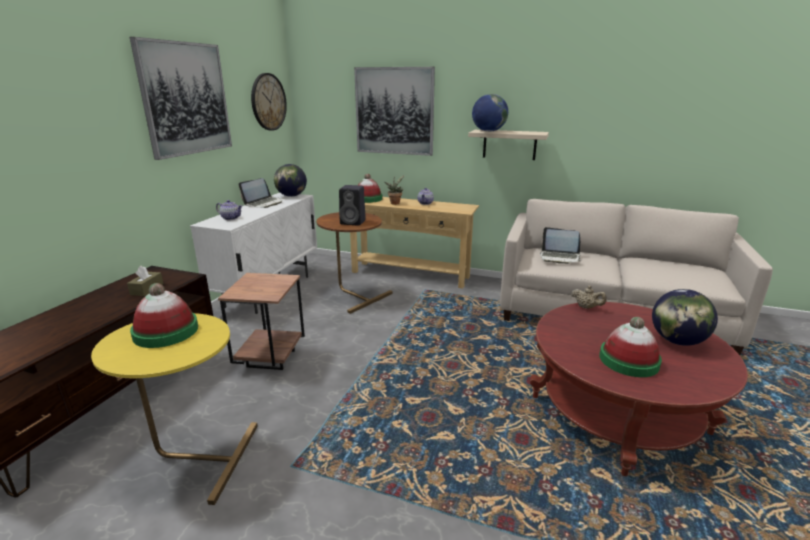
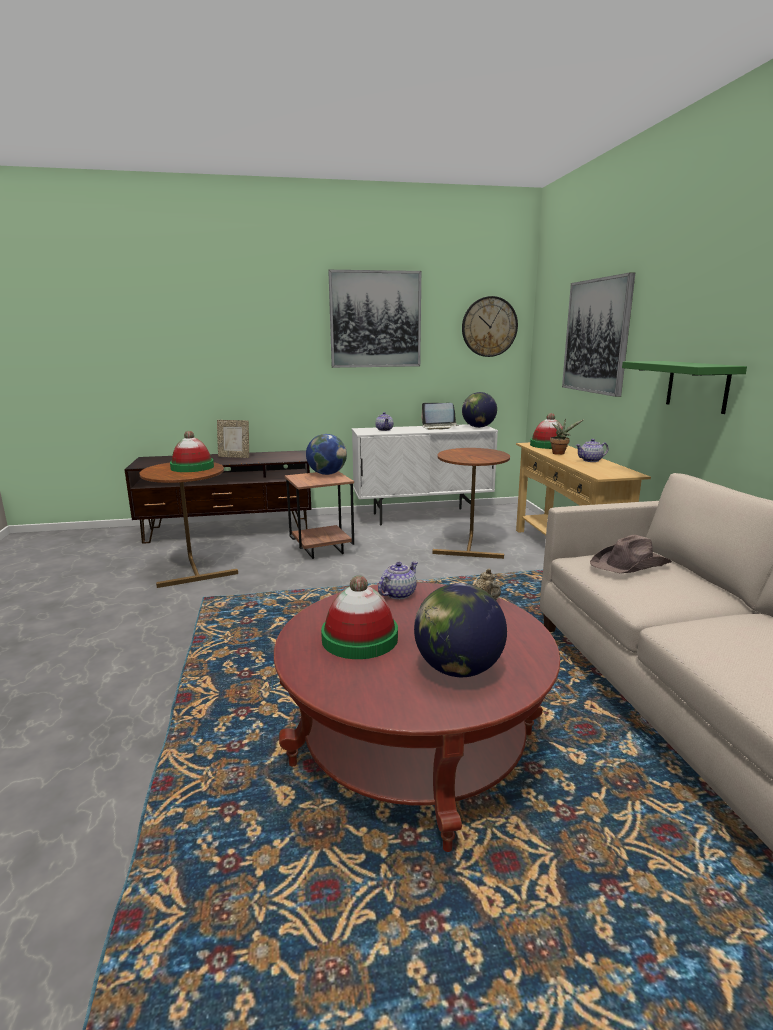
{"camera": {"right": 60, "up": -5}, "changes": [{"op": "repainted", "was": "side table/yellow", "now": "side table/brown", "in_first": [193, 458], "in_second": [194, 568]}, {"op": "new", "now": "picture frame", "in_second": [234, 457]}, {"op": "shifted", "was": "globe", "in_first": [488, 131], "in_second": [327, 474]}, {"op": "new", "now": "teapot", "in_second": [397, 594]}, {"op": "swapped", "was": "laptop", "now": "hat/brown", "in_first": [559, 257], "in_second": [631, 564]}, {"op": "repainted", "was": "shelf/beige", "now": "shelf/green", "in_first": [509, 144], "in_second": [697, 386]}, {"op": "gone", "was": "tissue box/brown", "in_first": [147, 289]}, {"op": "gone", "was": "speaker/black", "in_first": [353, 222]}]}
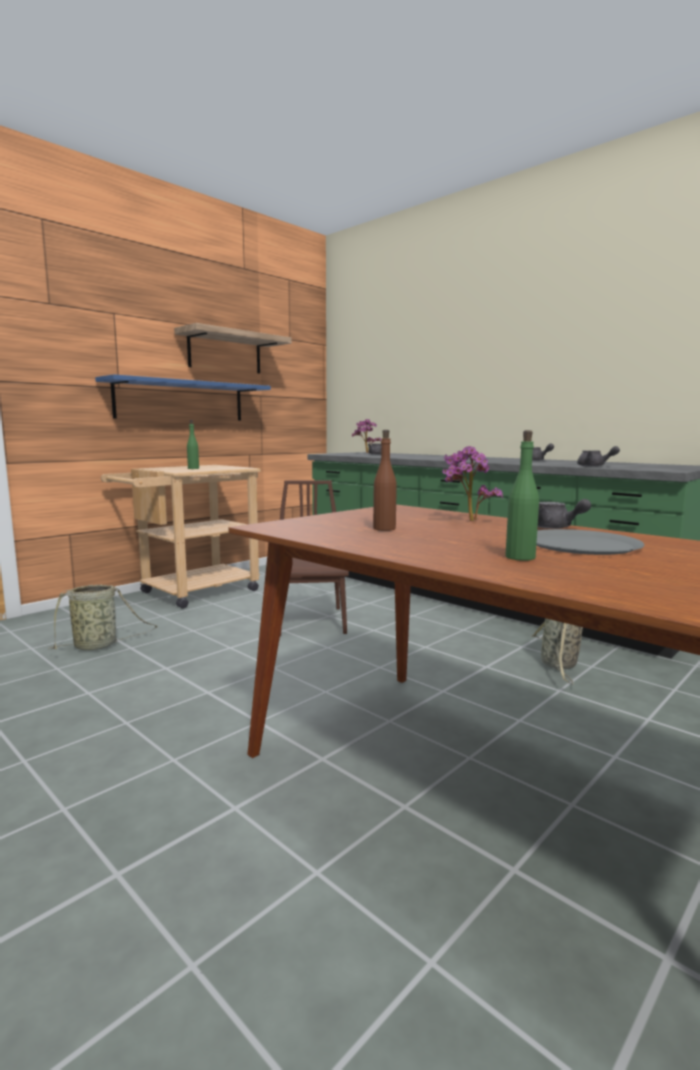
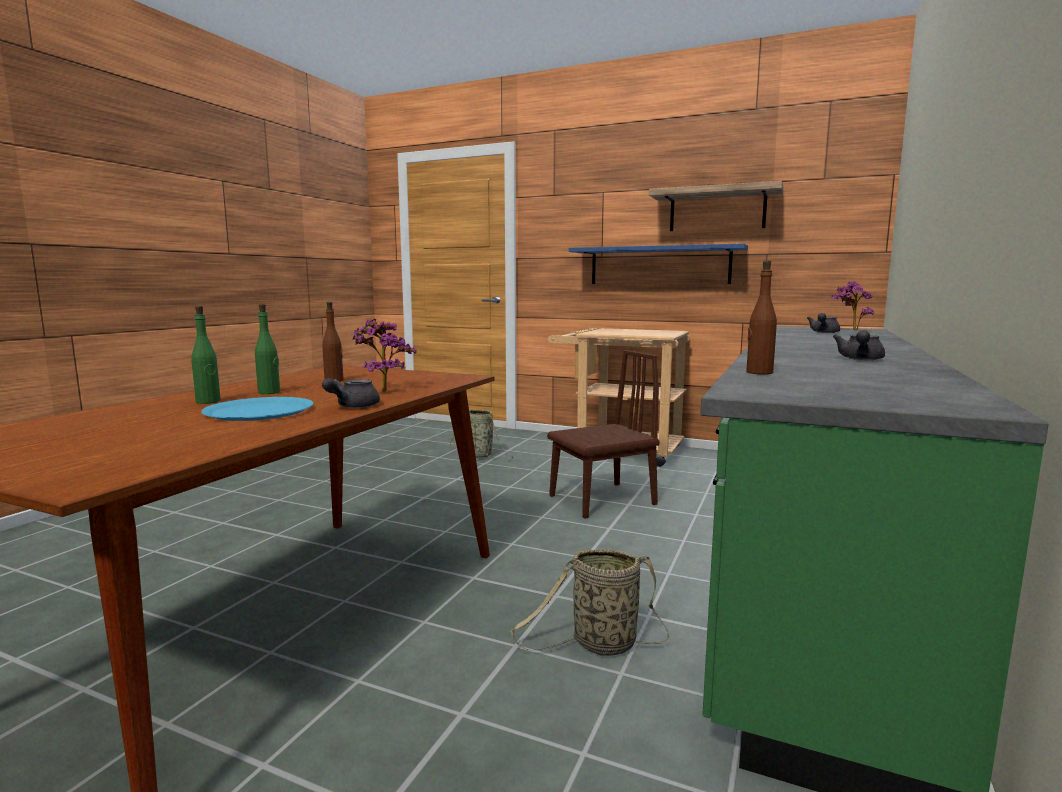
{"camera": {"right": 70, "up": 0}, "changes": [{"op": "repainted", "was": "plate/grey", "now": "plate/blue", "in_first": [580, 544], "in_second": [259, 411]}, {"op": "shifted", "was": "bottle/green", "in_first": [193, 468], "in_second": [269, 392]}, {"op": "swapped", "was": "teapot/grey", "now": "bottle/brown", "in_first": [594, 466], "in_second": [759, 372]}]}
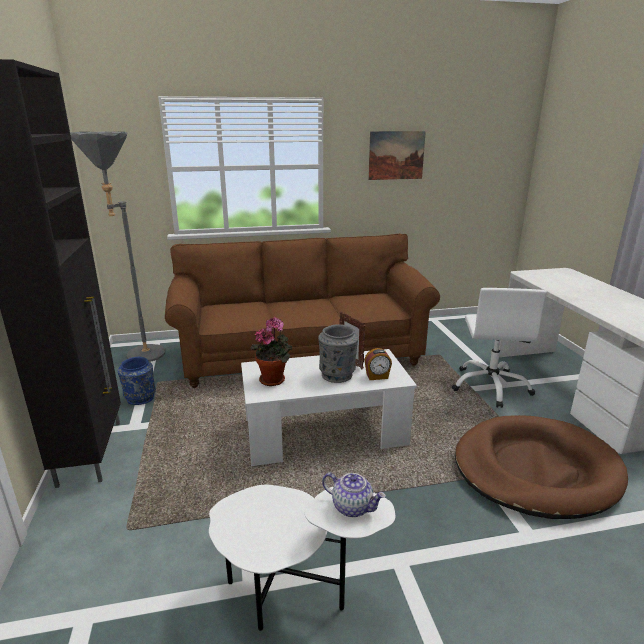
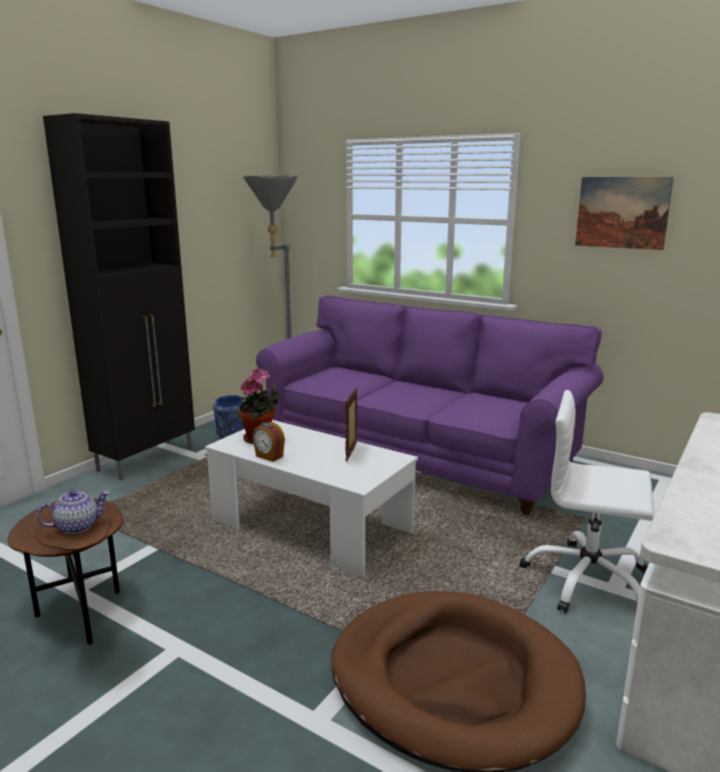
{"camera": {"right": 45, "up": -5}, "changes": [{"op": "repainted", "was": "side table/white", "now": "side table/brown", "in_first": [291, 596], "in_second": [82, 613]}, {"op": "rotated", "was": "teapot", "in_first": [353, 507], "in_second": [77, 526], "clockwise": -105}, {"op": "shifted", "was": "alarm clock", "in_first": [377, 376], "in_second": [269, 456]}, {"op": "repainted", "was": "sofa/brown", "now": "sofa/purple", "in_first": [301, 355], "in_second": [419, 456]}, {"op": "rotated", "was": "office chair/white", "in_first": [490, 386], "in_second": [587, 580], "clockwise": 60}, {"op": "gone", "was": "vase/grey", "in_first": [337, 375]}]}
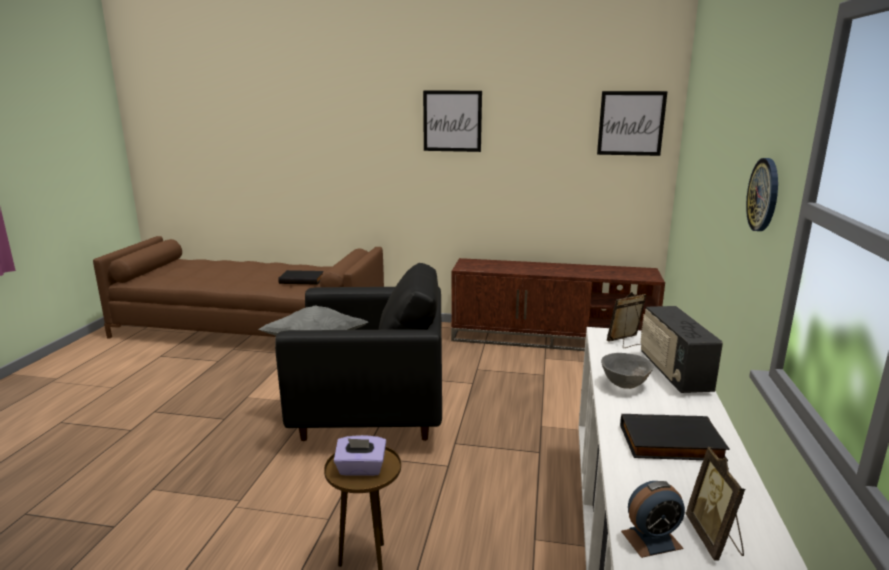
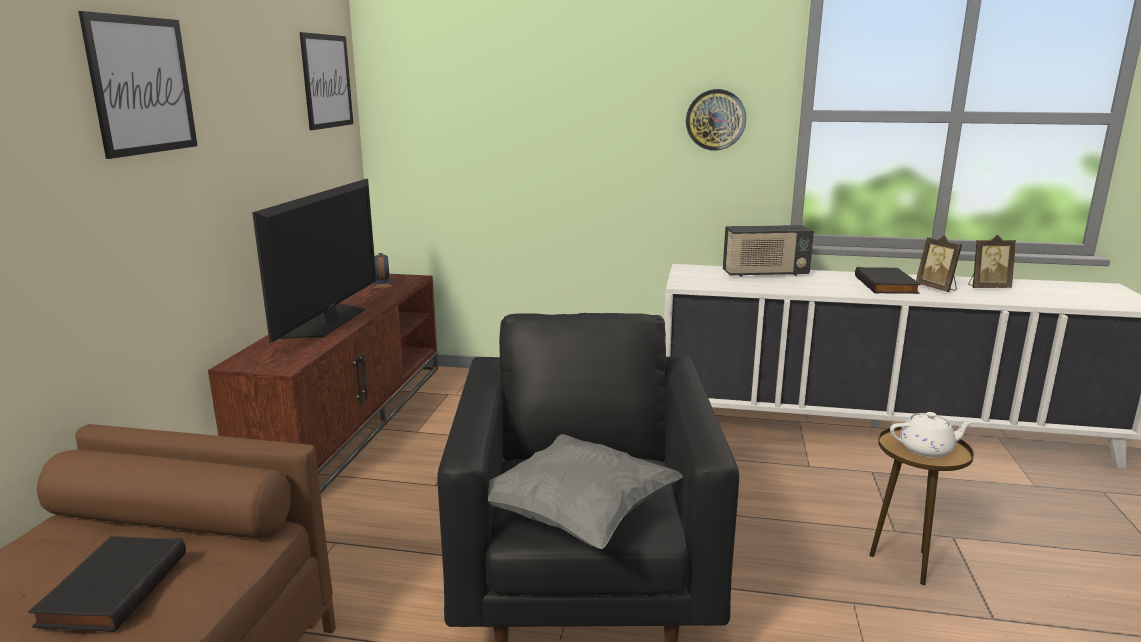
{"camera": {"right": -90, "up": 0}, "changes": [{"op": "new", "now": "television", "in_second": [328, 321]}, {"op": "shifted", "was": "alarm clock", "in_first": [651, 539], "in_second": [382, 284]}, {"op": "swapped", "was": "tissue box/purple", "now": "teapot/white", "in_first": [361, 469], "in_second": [927, 449]}, {"op": "shifted", "was": "picture frame", "in_first": [627, 342], "in_second": [937, 288]}, {"op": "gone", "was": "bowl/grey", "in_first": [624, 385]}]}
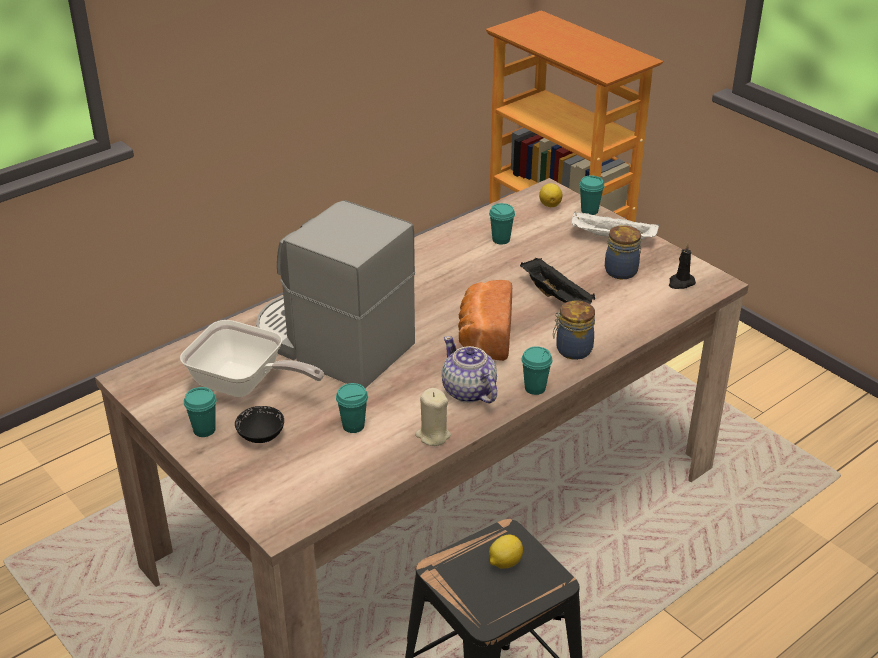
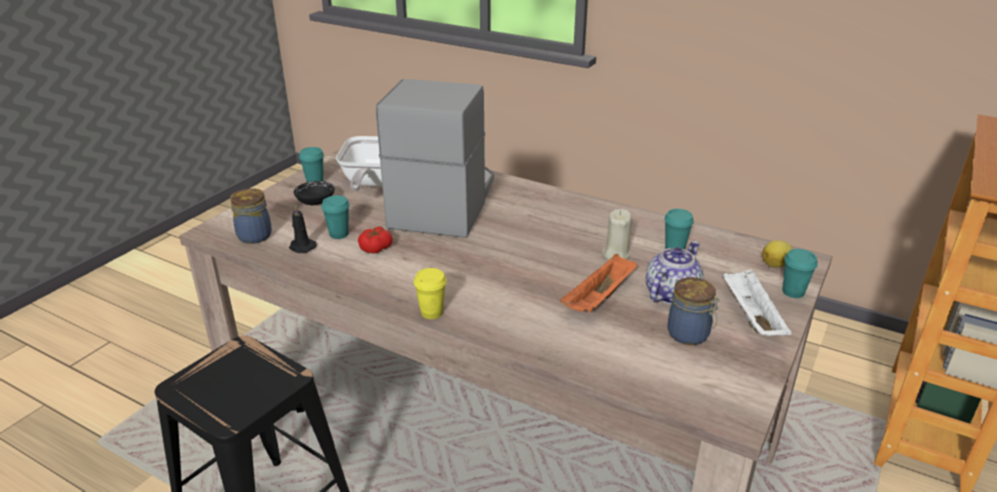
{"camera": {"right": 70, "up": -5}, "changes": [{"op": "shifted", "was": "jar", "in_first": [572, 350], "in_second": [254, 235]}, {"op": "shifted", "was": "candle/black", "in_first": [681, 283], "in_second": [301, 247]}, {"op": "new", "now": "tomato", "in_second": [376, 248]}, {"op": "repainted", "was": "cup/turquoise", "now": "cup/yellow", "in_first": [535, 388], "in_second": [431, 313]}, {"op": "repainted", "was": "tray/black", "now": "tray/orange", "in_first": [557, 297], "in_second": [599, 299]}, {"op": "shifted", "was": "candle/beige", "in_first": [433, 435], "in_second": [616, 254]}, {"op": "shifted", "was": "teapot", "in_first": [468, 391], "in_second": [670, 294]}, {"op": "gone", "was": "bread", "in_first": [484, 337]}, {"op": "gone", "was": "lemon", "in_first": [504, 562]}]}
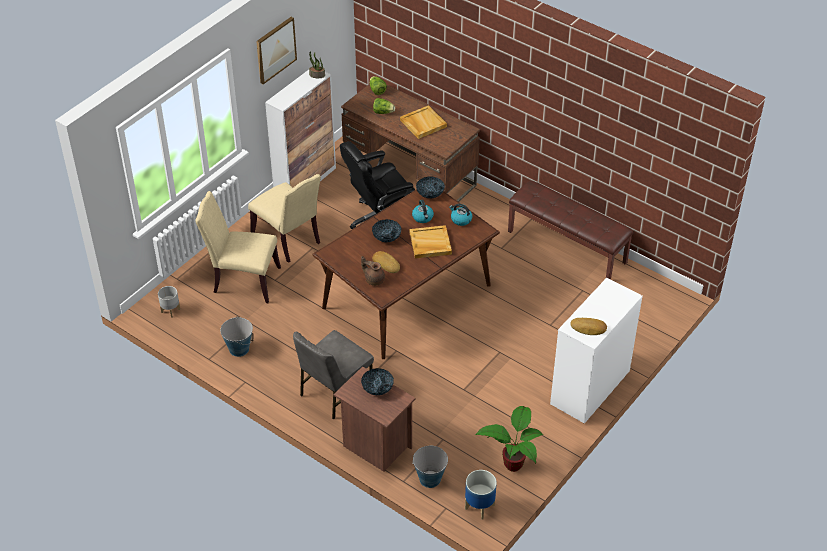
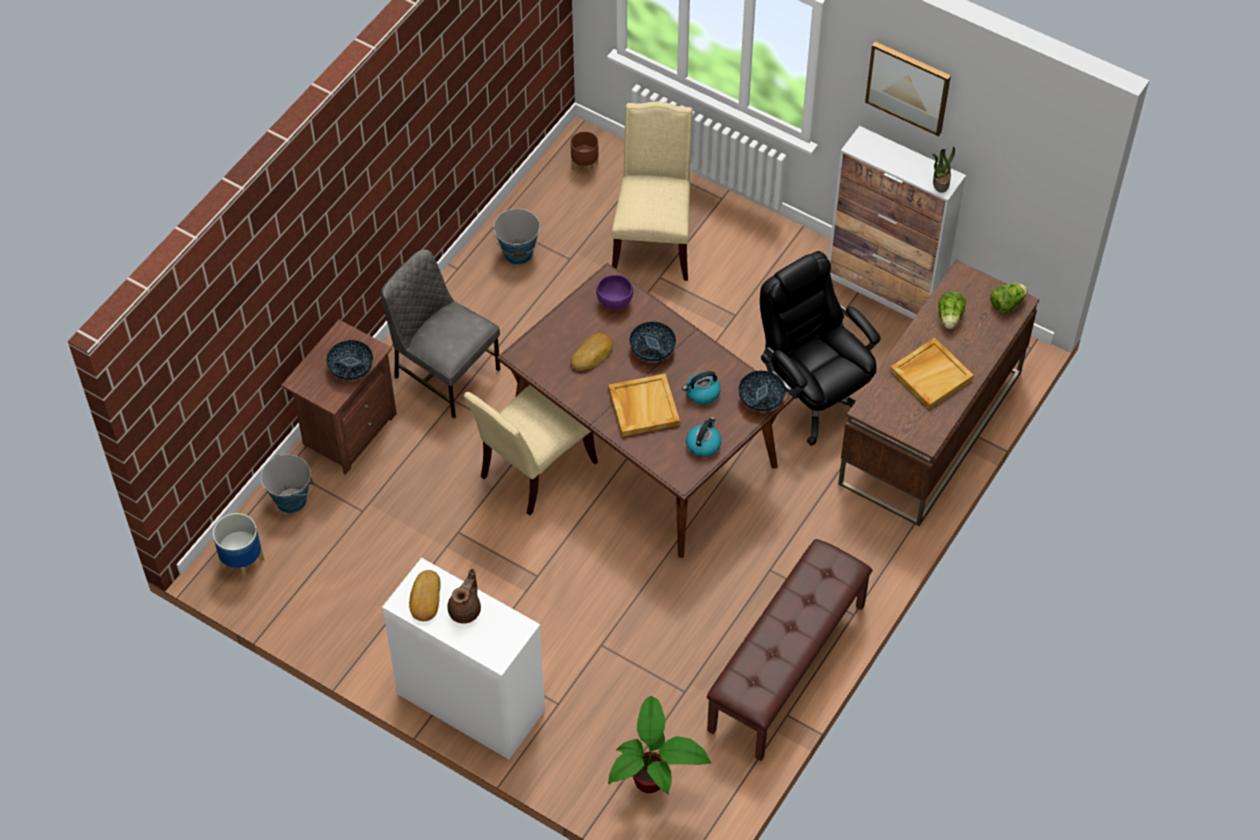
{"camera": {"right": 85, "up": 10}, "changes": [{"op": "shifted", "was": "teapot/brown", "in_first": [374, 279], "in_second": [466, 609]}, {"op": "shifted", "was": "chair/beige", "in_first": [289, 240], "in_second": [533, 471]}, {"op": "repainted", "was": "planter/grey", "now": "planter/brown", "in_first": [170, 310], "in_second": [585, 166]}, {"op": "new", "now": "bowl/purple", "in_second": [615, 302]}, {"op": "shifted", "was": "potted plant", "in_first": [513, 463], "in_second": [654, 782]}]}
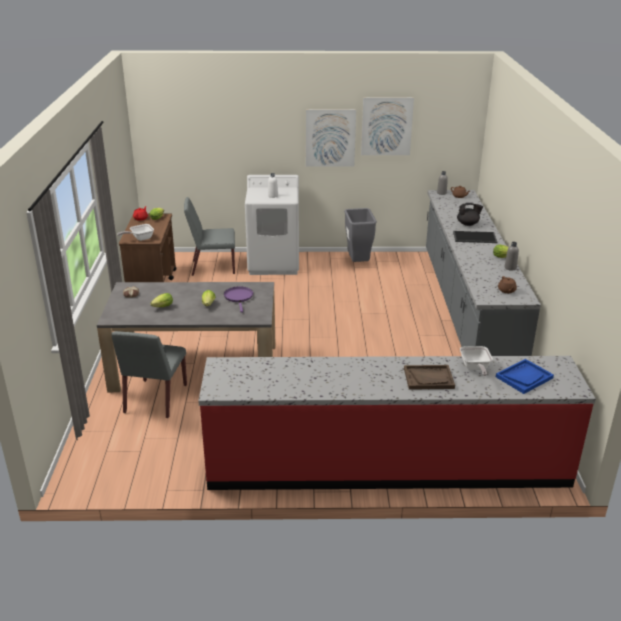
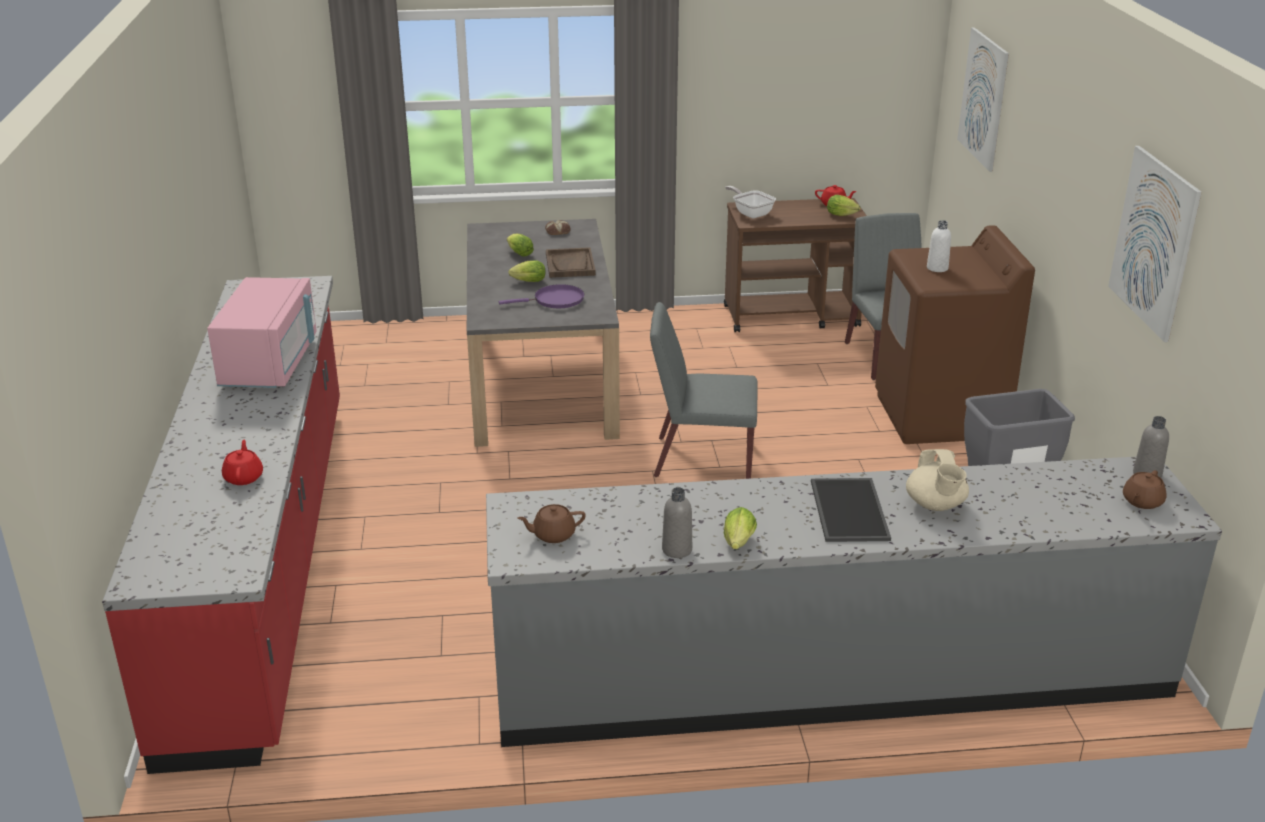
{"camera": {"right": 85, "up": 0}, "changes": [{"op": "new", "now": "microwave/pink", "in_second": [270, 364]}, {"op": "swapped", "was": "frying pan", "now": "teapot/red", "in_first": [475, 368], "in_second": [244, 477]}, {"op": "shifted", "was": "tray/brown", "in_first": [428, 378], "in_second": [570, 265]}, {"op": "shifted", "was": "chair/grey", "in_first": [155, 399], "in_second": [701, 459]}, {"op": "repainted", "was": "washing machine/white", "now": "washing machine/brown", "in_first": [274, 263], "in_second": [940, 416]}, {"op": "repainted", "was": "teapot/black", "now": "teapot/beige", "in_first": [468, 224], "in_second": [935, 505]}, {"op": "shifted", "was": "picture", "in_first": [330, 138], "in_second": [983, 98]}, {"op": "gone", "was": "tray/blue", "in_first": [524, 377]}]}
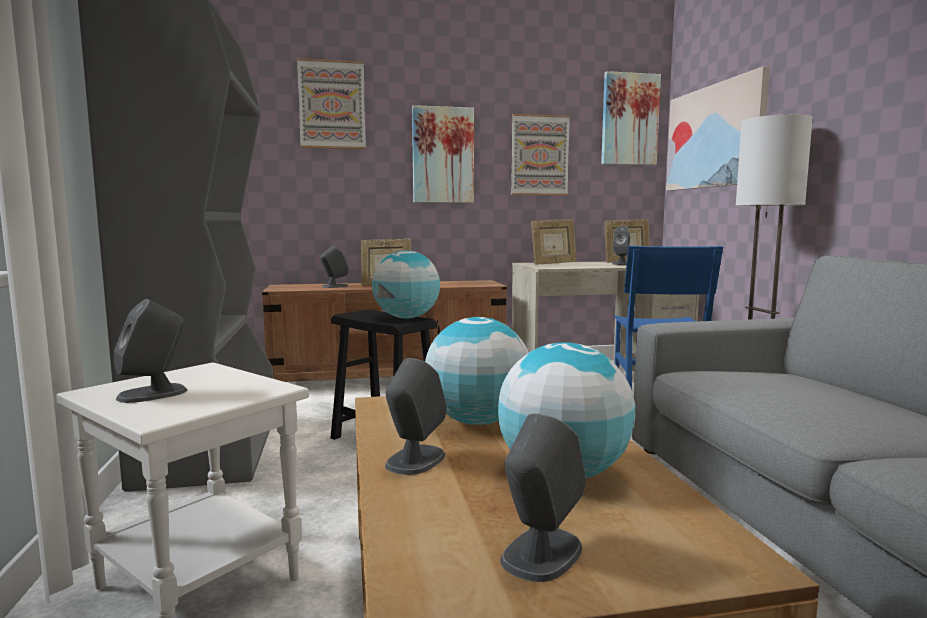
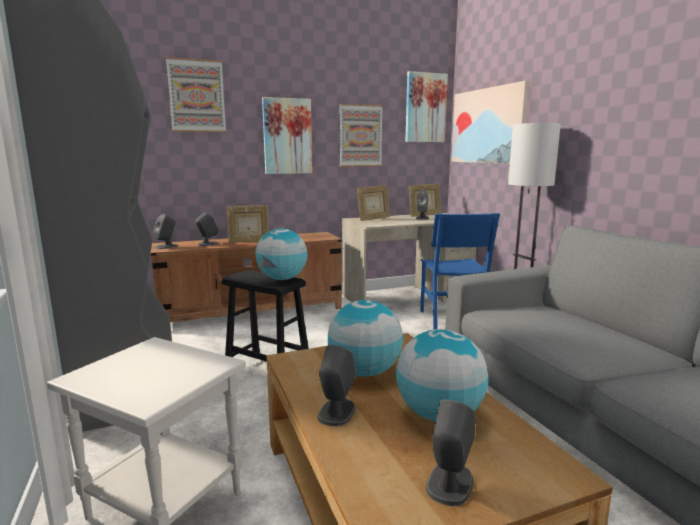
{"camera": {"right": -10, "up": 5}, "changes": [{"op": "shifted", "was": "speaker/grey", "in_first": [153, 394], "in_second": [166, 246]}]}
